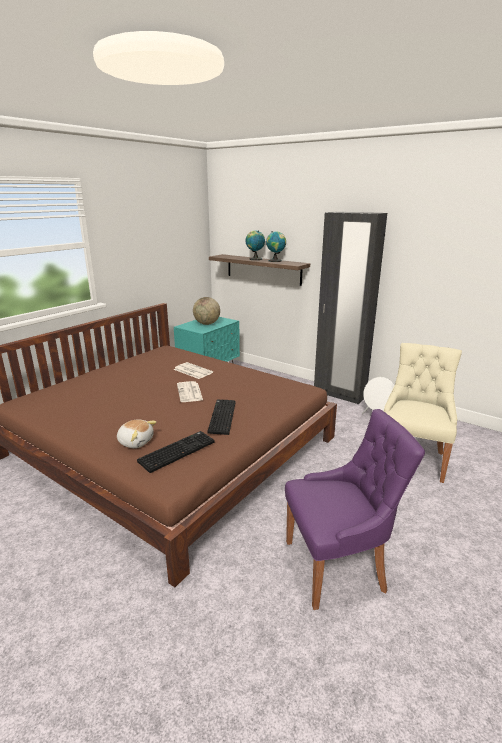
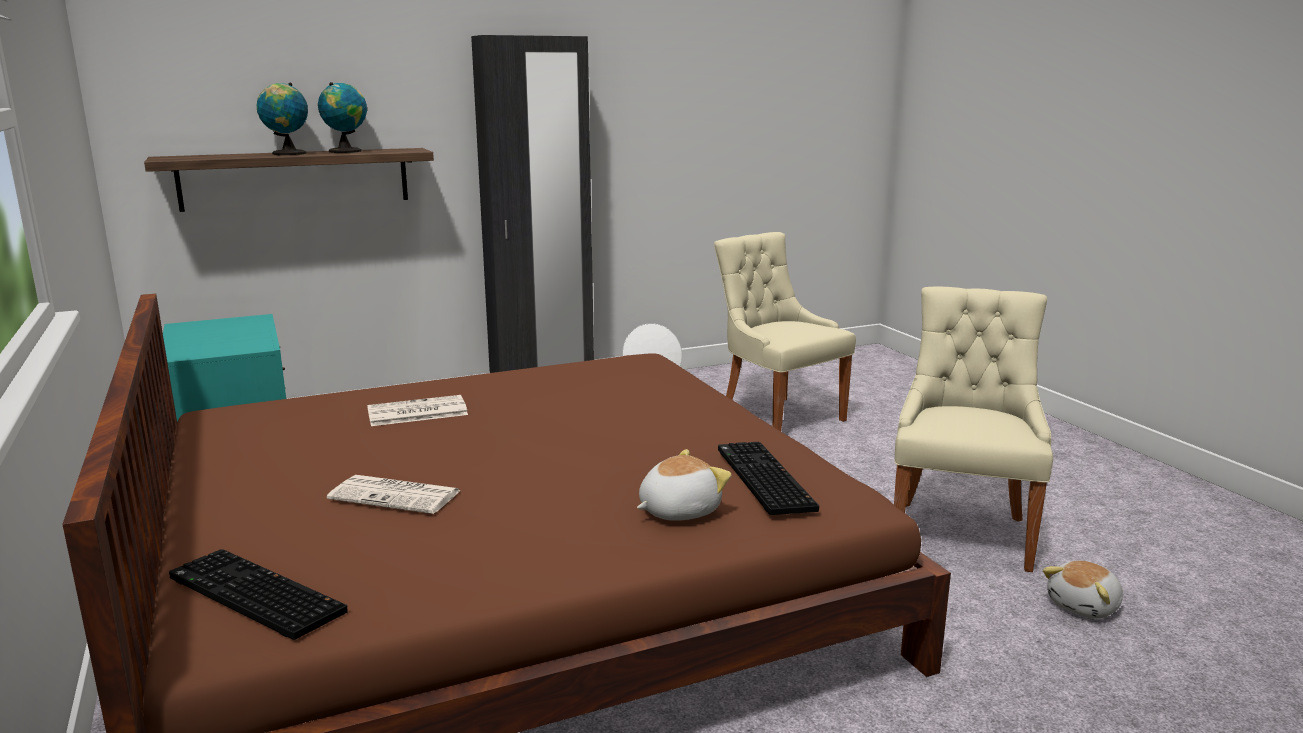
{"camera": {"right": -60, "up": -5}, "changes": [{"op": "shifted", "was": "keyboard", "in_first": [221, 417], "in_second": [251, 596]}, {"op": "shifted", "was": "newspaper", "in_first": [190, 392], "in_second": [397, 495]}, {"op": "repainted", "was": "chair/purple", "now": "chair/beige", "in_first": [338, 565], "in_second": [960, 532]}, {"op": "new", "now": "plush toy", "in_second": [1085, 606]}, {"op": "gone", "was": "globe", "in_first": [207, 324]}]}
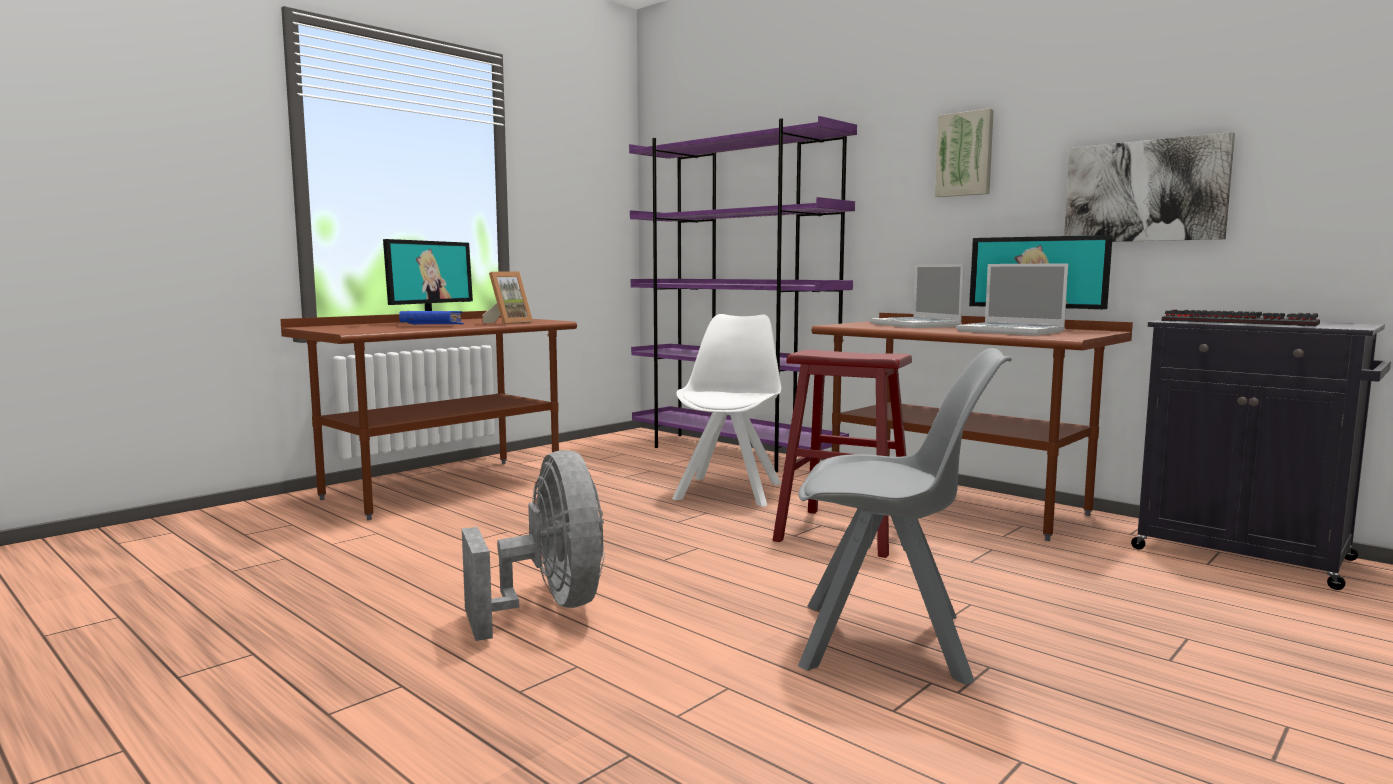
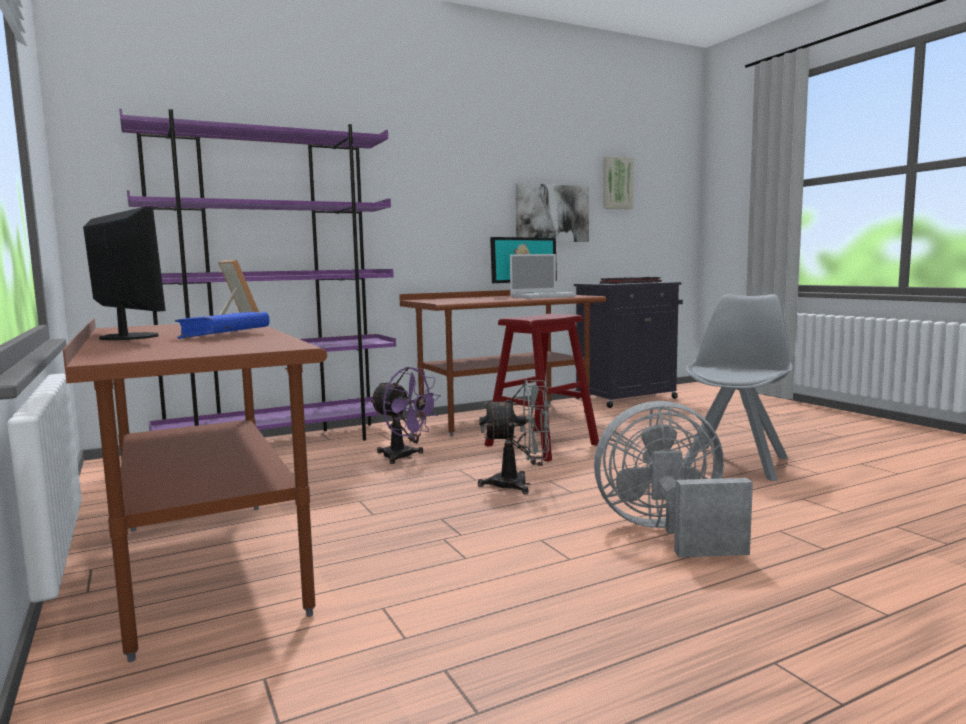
{"camera": {"right": -70, "up": 0}, "changes": [{"op": "swapped", "was": "chair/white", "now": "fan/purple", "in_first": [730, 491], "in_second": [404, 457]}, {"op": "new", "now": "fan/grey", "in_second": [519, 485]}, {"op": "shifted", "was": "picture", "in_first": [965, 154], "in_second": [617, 183]}, {"op": "gone", "was": "laptop", "in_first": [916, 325]}]}
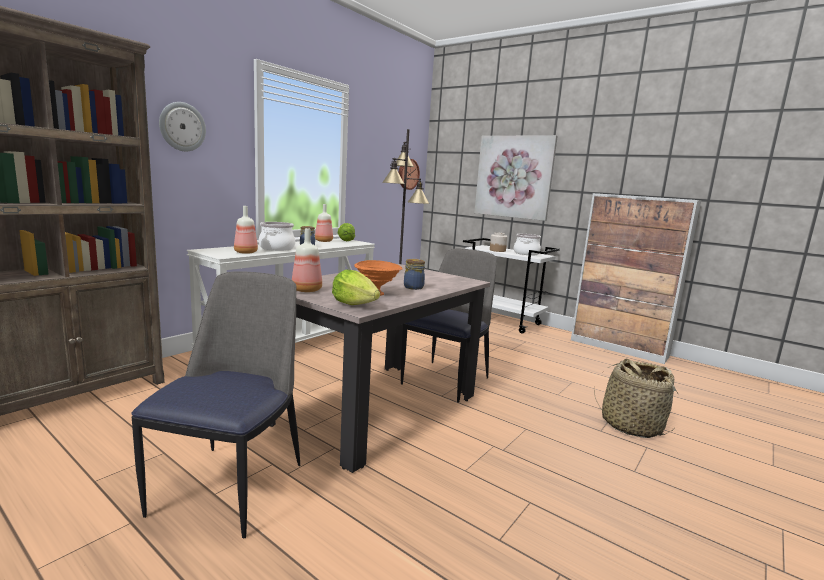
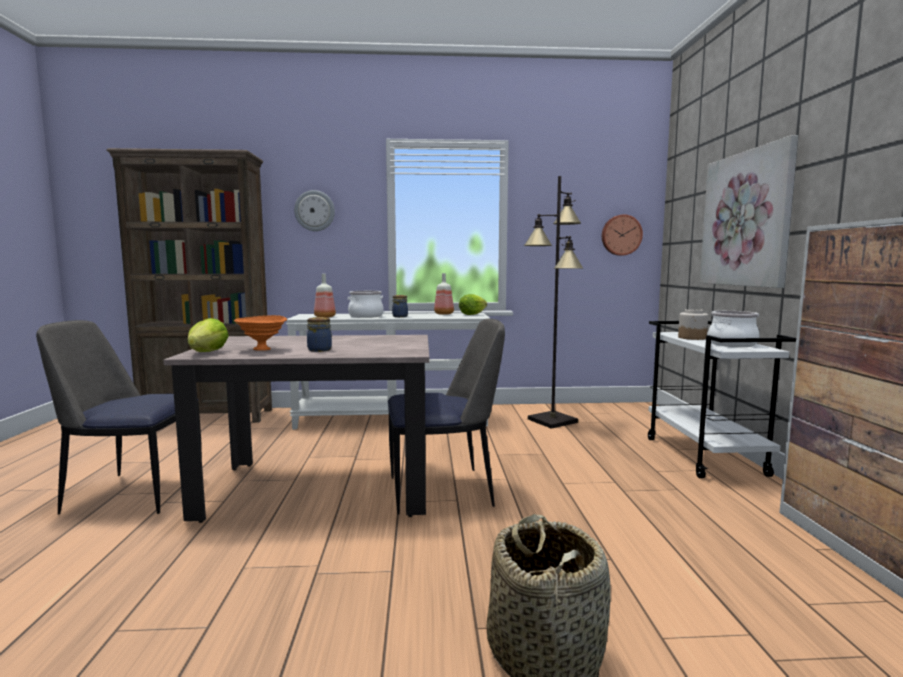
{"camera": {"right": 50, "up": -5}, "changes": [{"op": "rotated", "was": "chair", "in_first": [231, 485], "in_second": [132, 493], "clockwise": -150}, {"op": "gone", "was": "bottle", "in_first": [306, 290]}]}
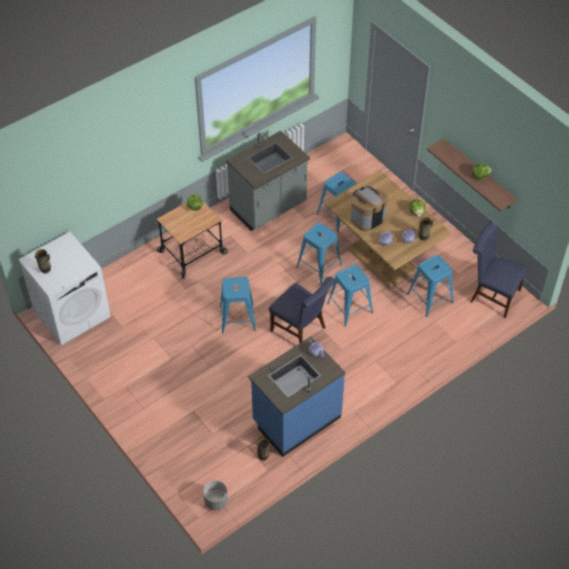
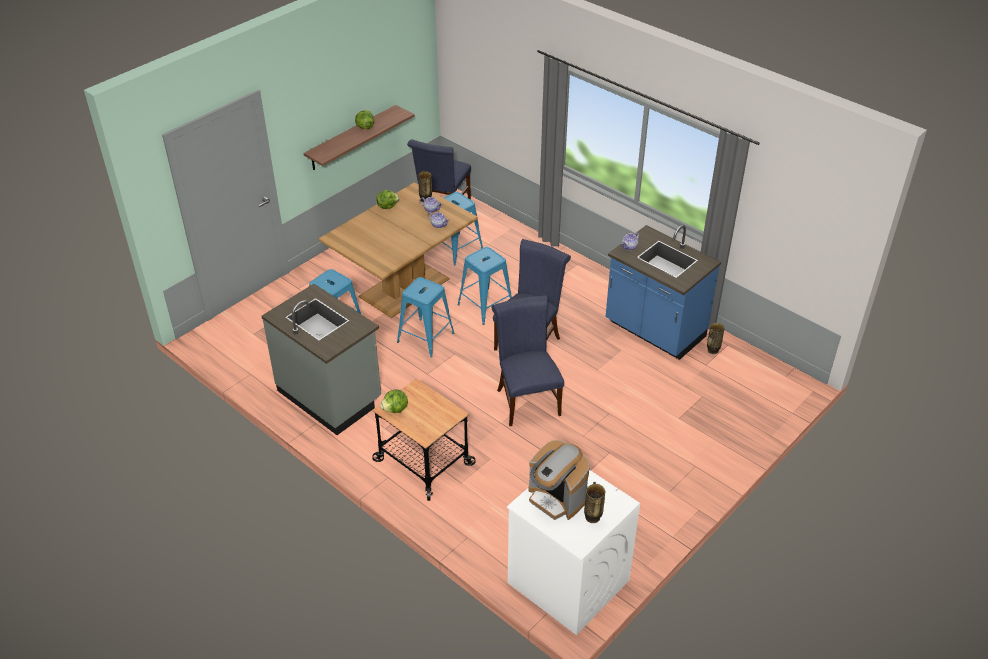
{"camera": {"right": -100, "up": -10}, "changes": [{"op": "swapped", "was": "stool/blue", "now": "chair/blue", "in_first": [237, 318], "in_second": [526, 399]}, {"op": "shifted", "was": "coffee machine", "in_first": [367, 218], "in_second": [556, 498]}, {"op": "gone", "was": "planter/grey", "in_first": [216, 501]}]}
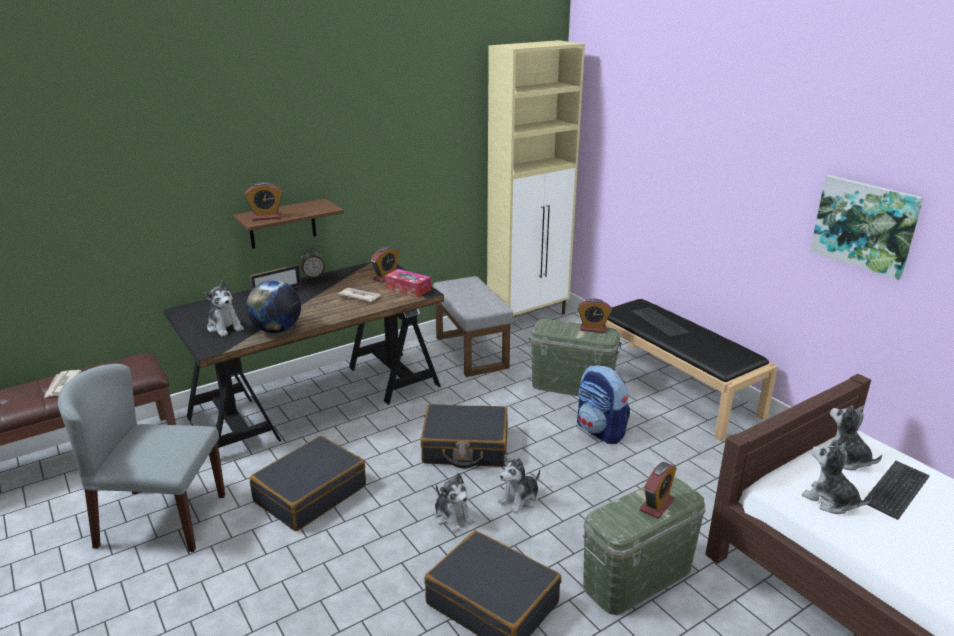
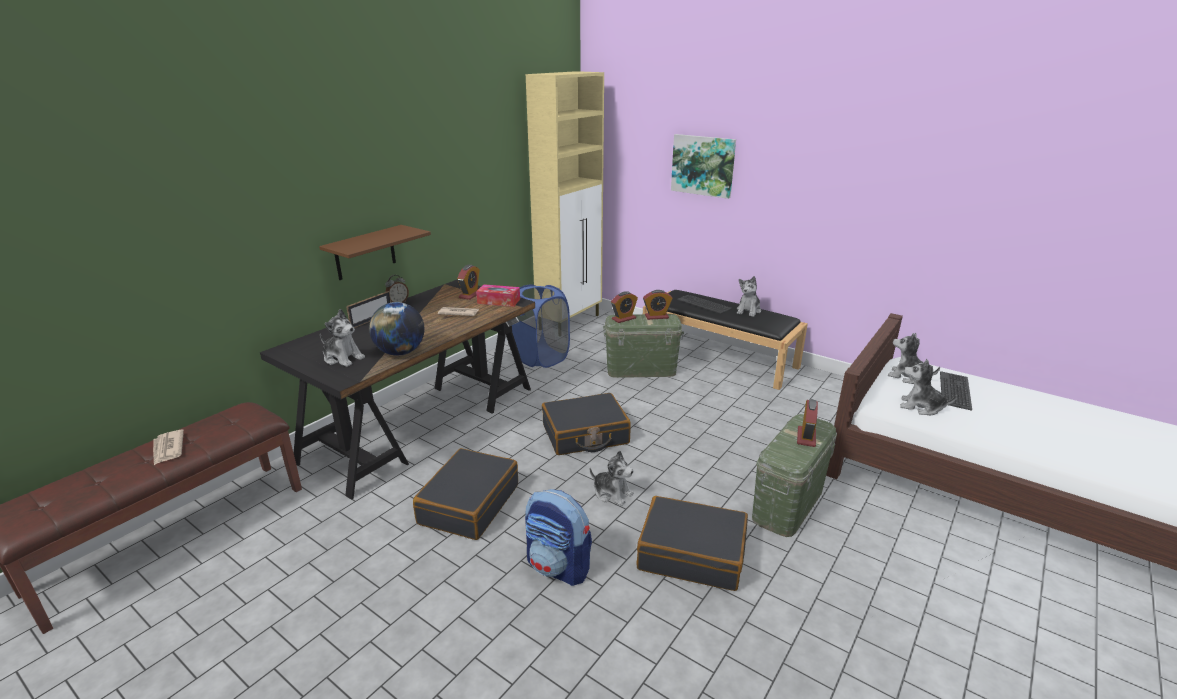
{"camera": {"right": -20, "up": 0}, "changes": [{"op": "swapped", "was": "ottoman/grey", "now": "laundry basket/blue", "in_first": [472, 352], "in_second": [540, 357]}, {"op": "shifted", "was": "backpack", "in_first": [600, 431], "in_second": [559, 567]}, {"op": "shifted", "was": "alarm clock", "in_first": [266, 217], "in_second": [624, 319]}, {"op": "shifted", "was": "picture", "in_first": [865, 225], "in_second": [703, 165]}, {"op": "shifted", "was": "plush toy", "in_first": [520, 499], "in_second": [748, 311]}, {"op": "gone", "was": "chair/grey", "in_first": [161, 520]}]}
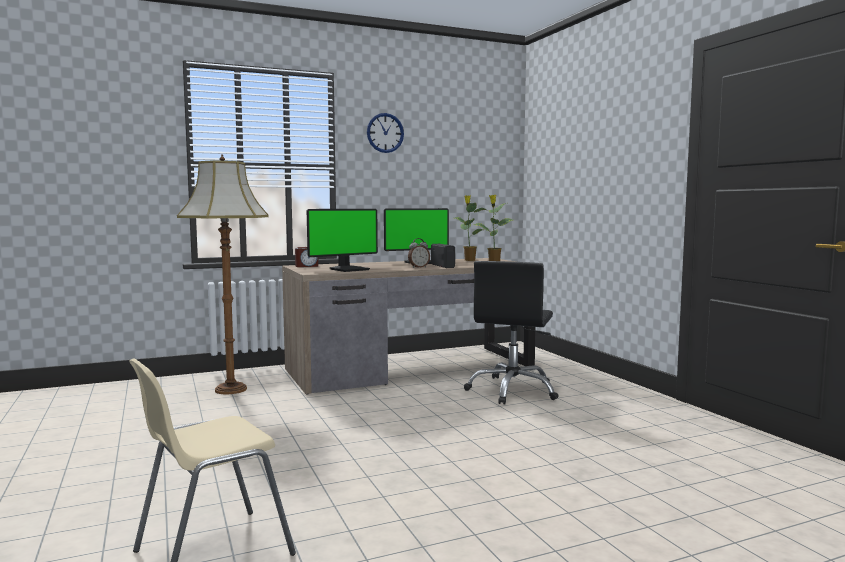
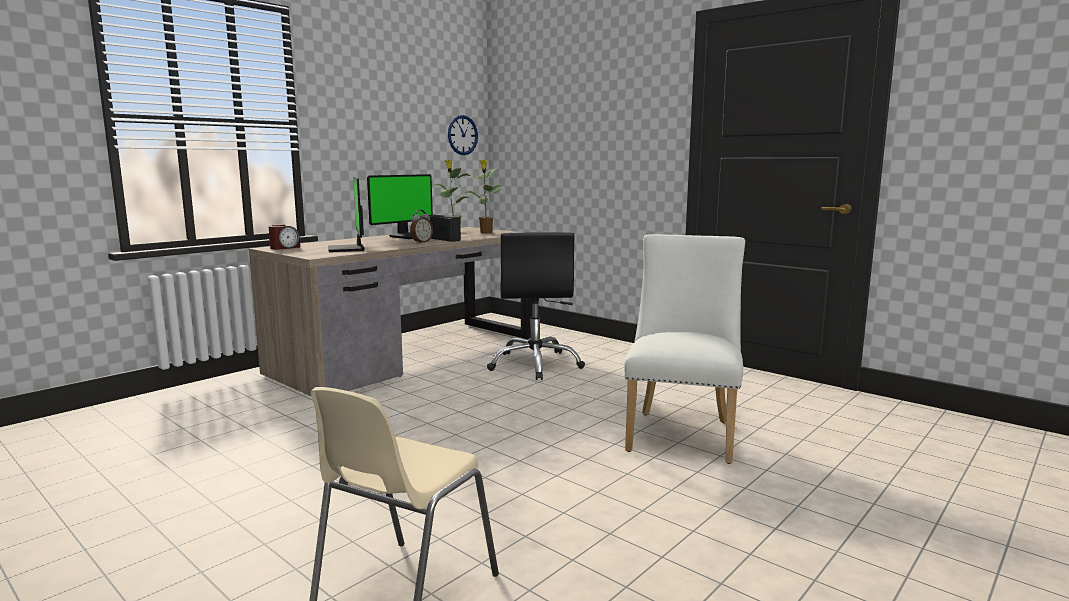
{"camera": {"right": -25, "up": 5}, "changes": [{"op": "rotated", "was": "monitor", "in_first": [349, 269], "in_second": [348, 249], "clockwise": 135}, {"op": "shifted", "was": "wall clock", "in_first": [385, 133], "in_second": [462, 135]}, {"op": "new", "now": "chair/white", "in_second": [682, 432]}, {"op": "gone", "was": "floor lamp", "in_first": [230, 389]}]}
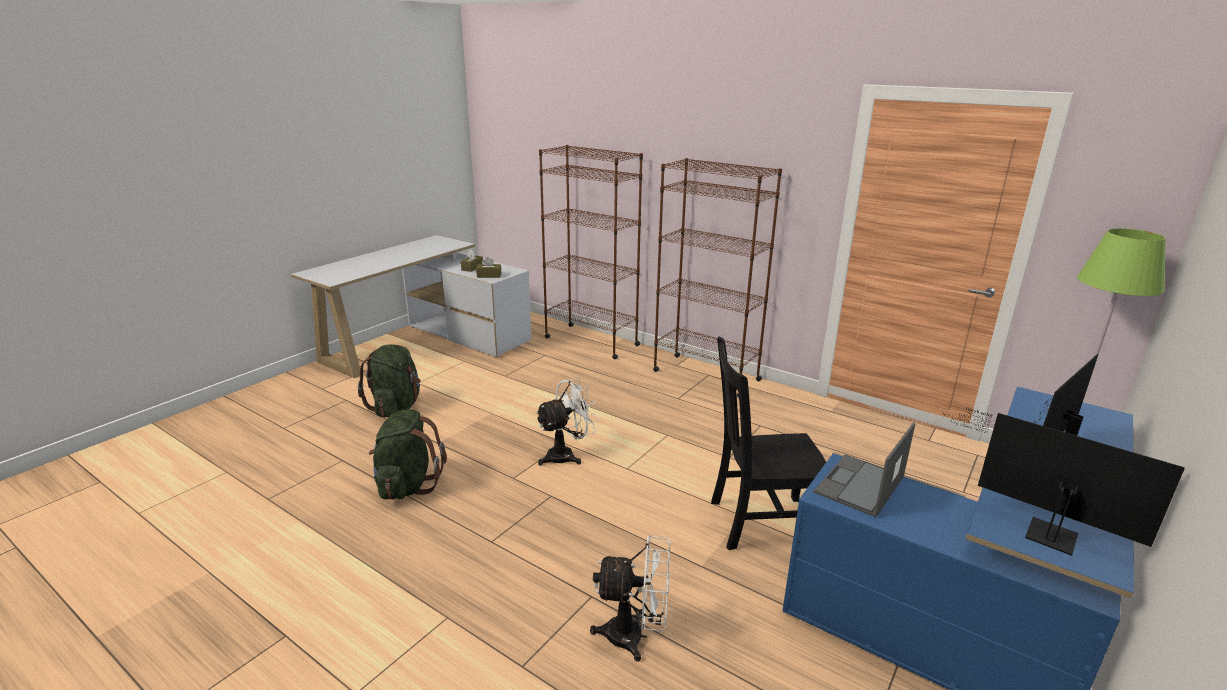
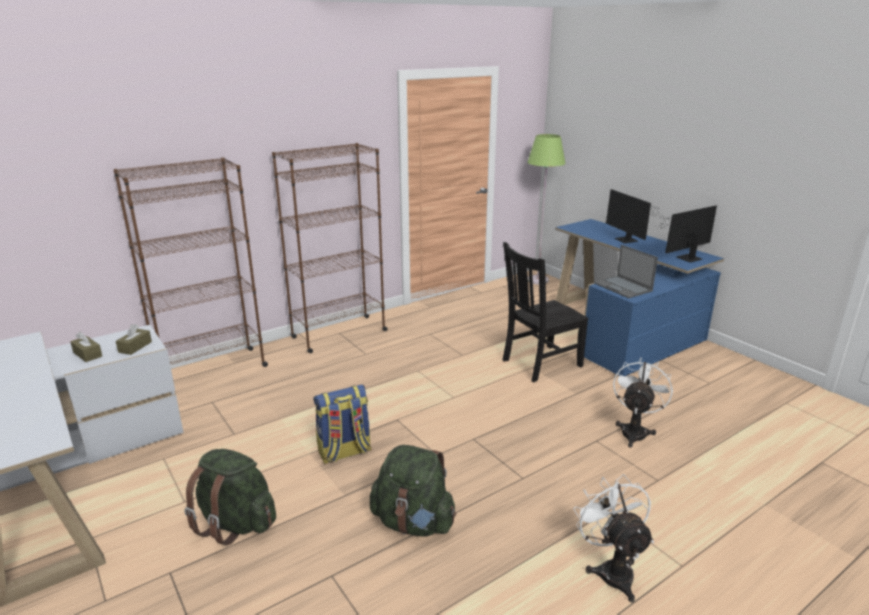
{"camera": {"right": -70, "up": 0}, "changes": [{"op": "new", "now": "backpack", "in_second": [344, 452]}, {"op": "rotated", "was": "chair/black", "in_first": [759, 522], "in_second": [539, 363], "clockwise": 45}, {"op": "shifted", "was": "fan/white", "in_first": [566, 455], "in_second": [611, 570]}]}
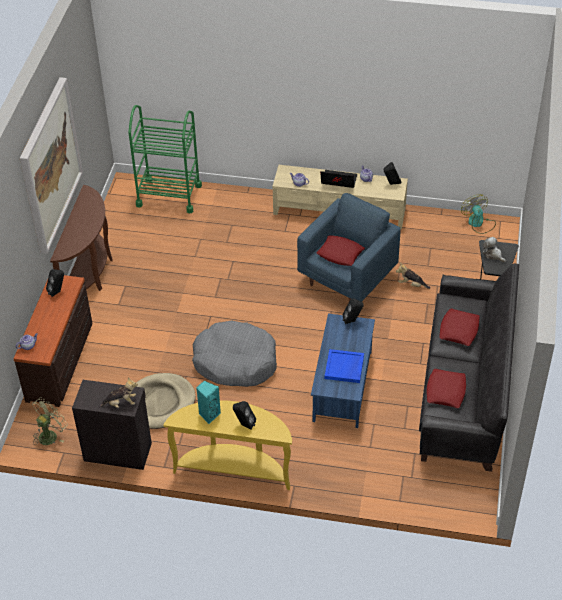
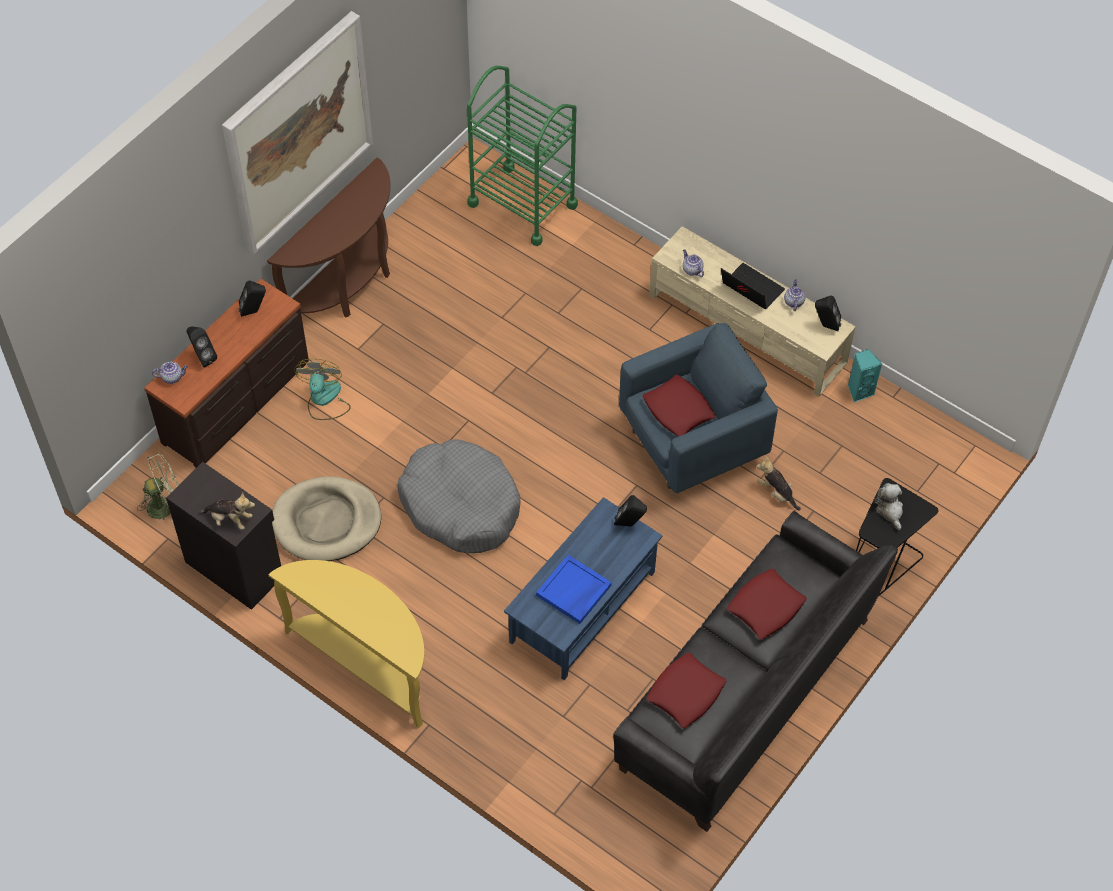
{"camera": {"right": 25, "up": 10}, "changes": [{"op": "shifted", "was": "speaker/black", "in_first": [244, 424], "in_second": [202, 357]}, {"op": "shifted", "was": "fan", "in_first": [478, 223], "in_second": [324, 400]}, {"op": "shifted", "was": "speaker/turquoise", "in_first": [209, 414], "in_second": [859, 391]}]}
